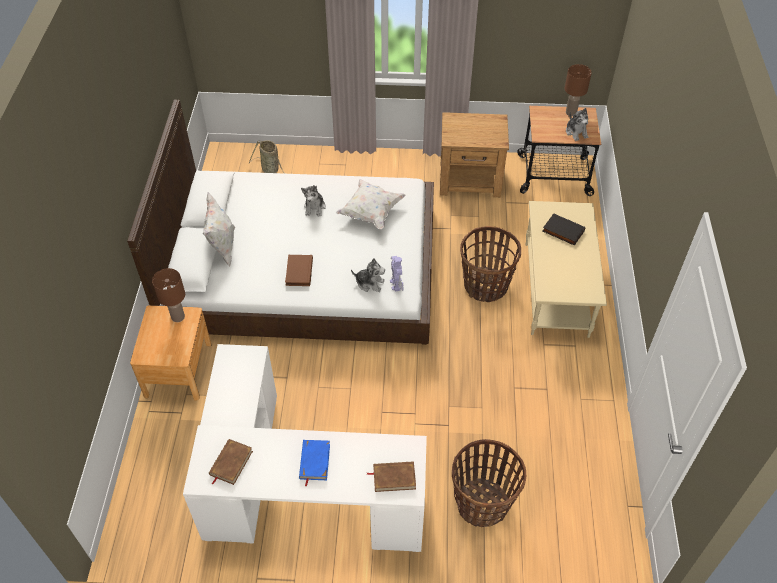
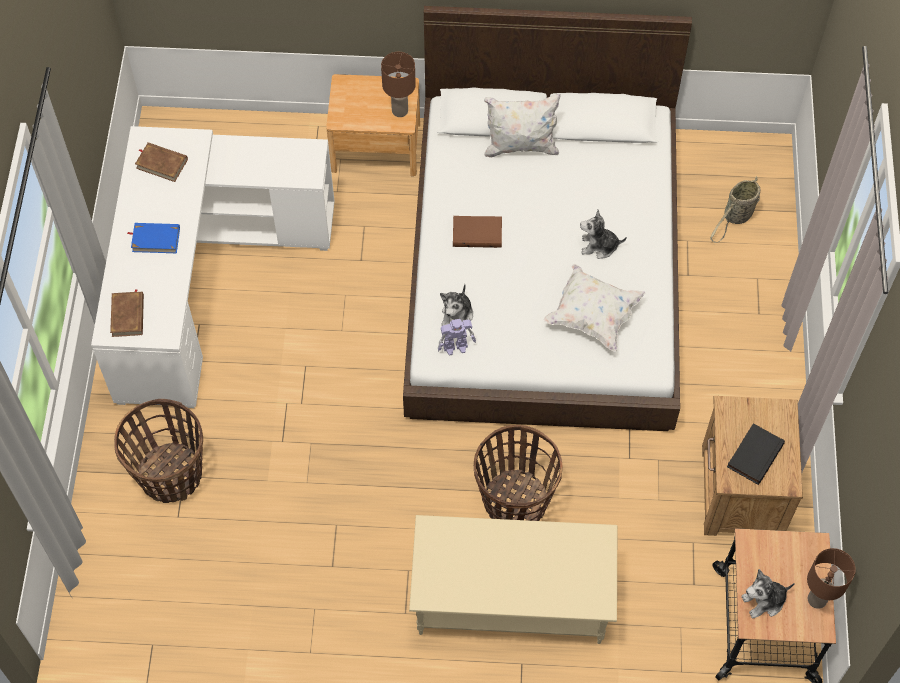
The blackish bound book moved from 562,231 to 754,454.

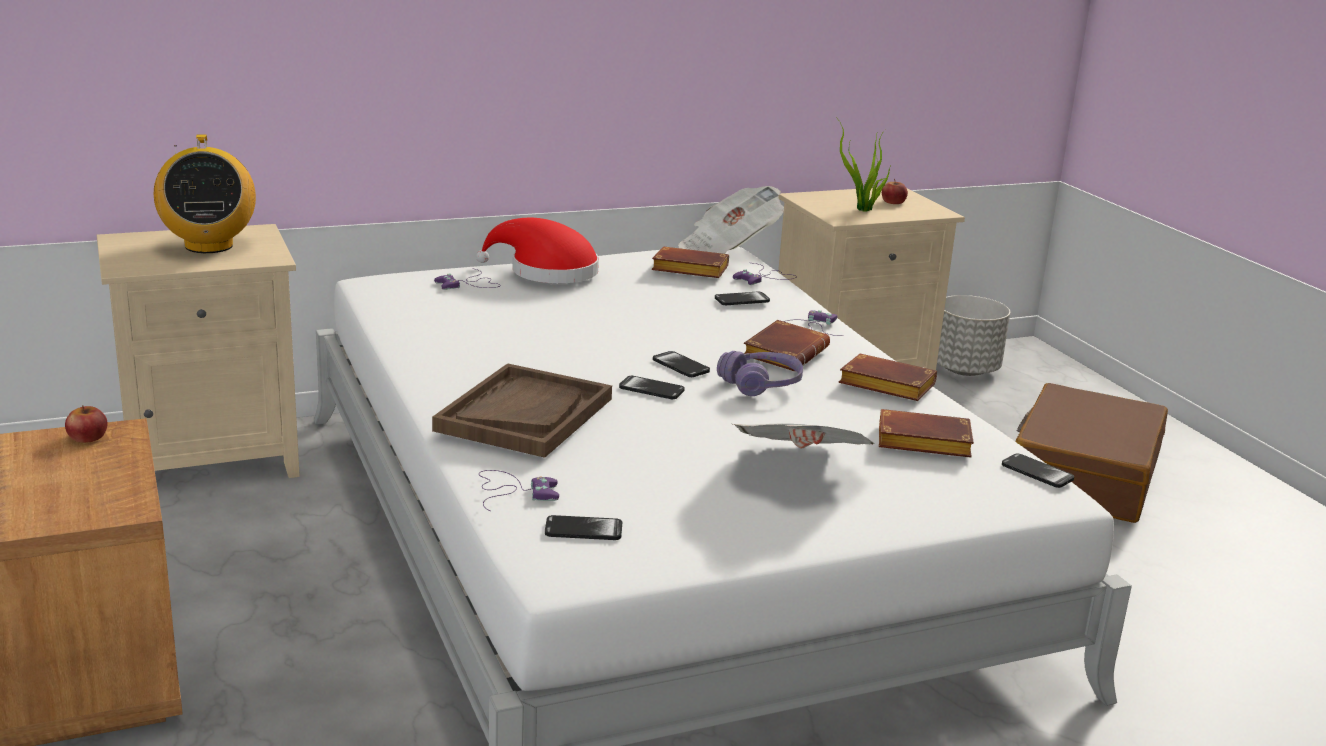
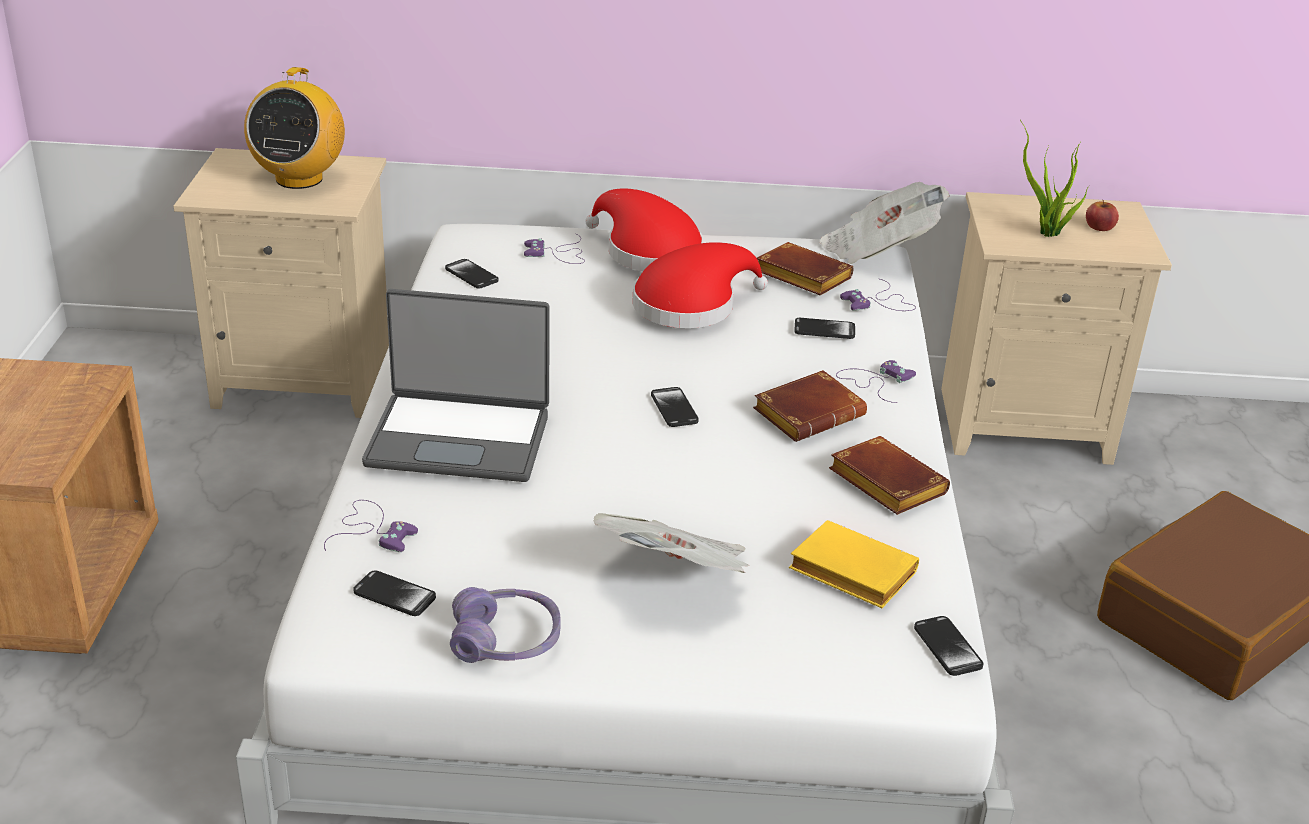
The apple fruit at 87,437 disappeared.
The brown carrying tray at 524,414 was replaced by the portable computer at 459,438.
The handset moved from 651,389 to 471,275.
The purple pair of headphones moved from 761,385 to 506,640.
The brown bound book at 920,443 became the yellow-coloured bound book at 848,573.
The greyish flower pot at 965,370 disappeared.
The reddish hat at 691,305 appeared.

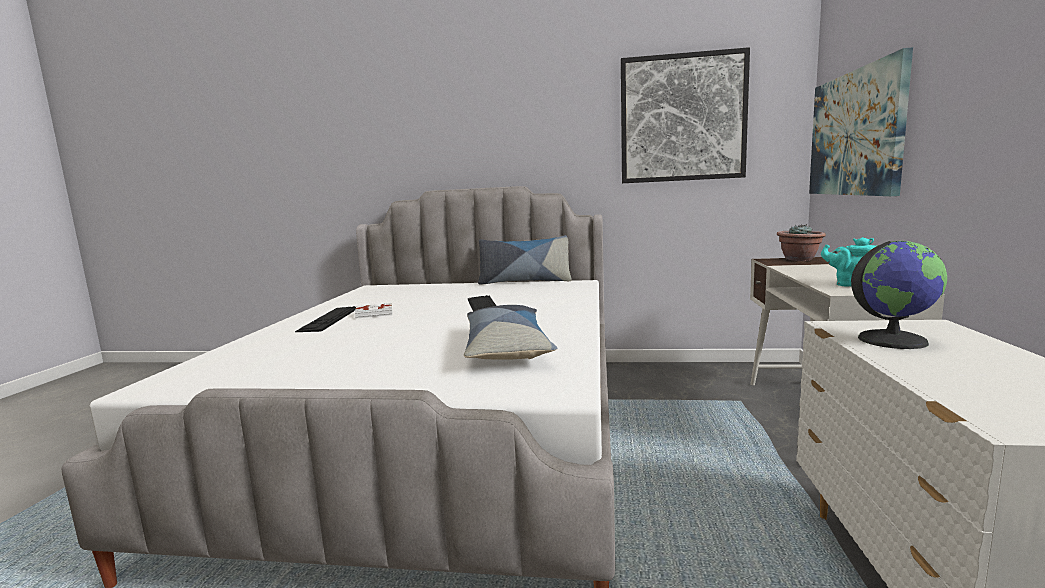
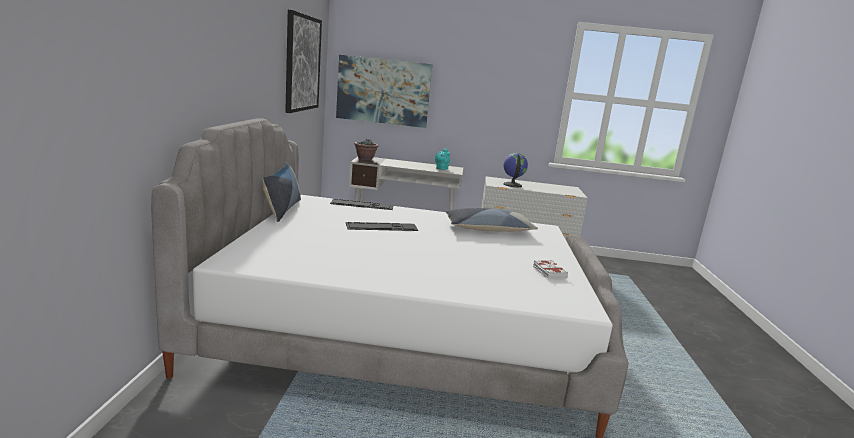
The computer keyboard moved from 329,319 to 362,205.
The whitish bound book moved from 374,314 to 549,272.

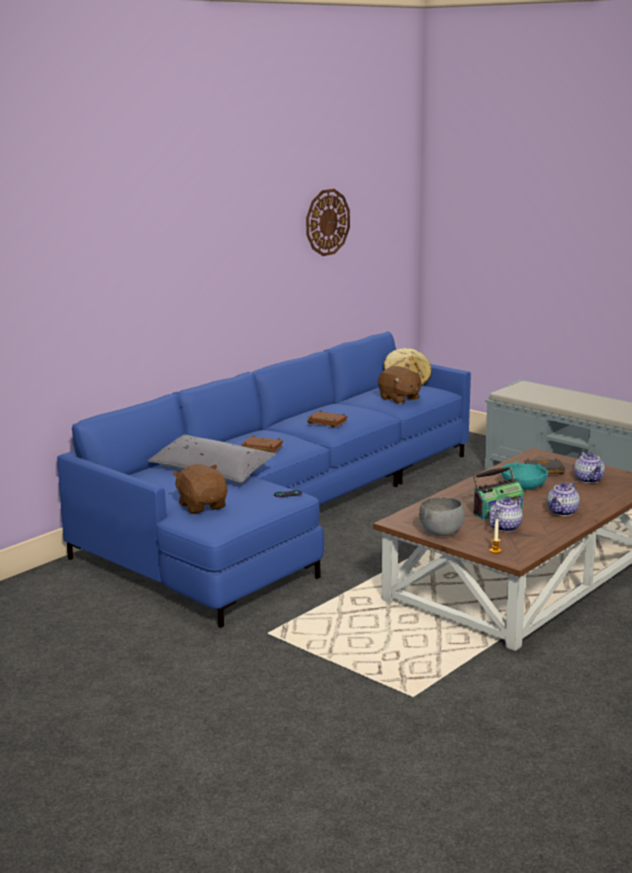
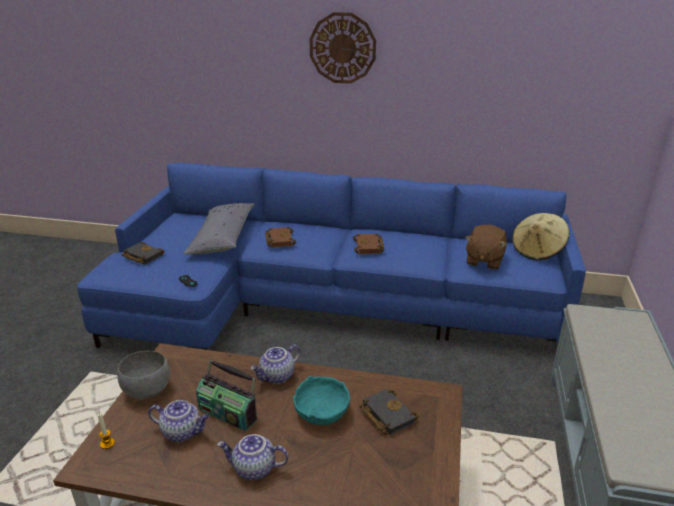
The brown cuddly toy at 202,506 was replaced by the blackish bound book at 141,256.
The clock on the wall moved from 327,222 to 342,48.
The tea pot moved from 589,480 to 277,377.

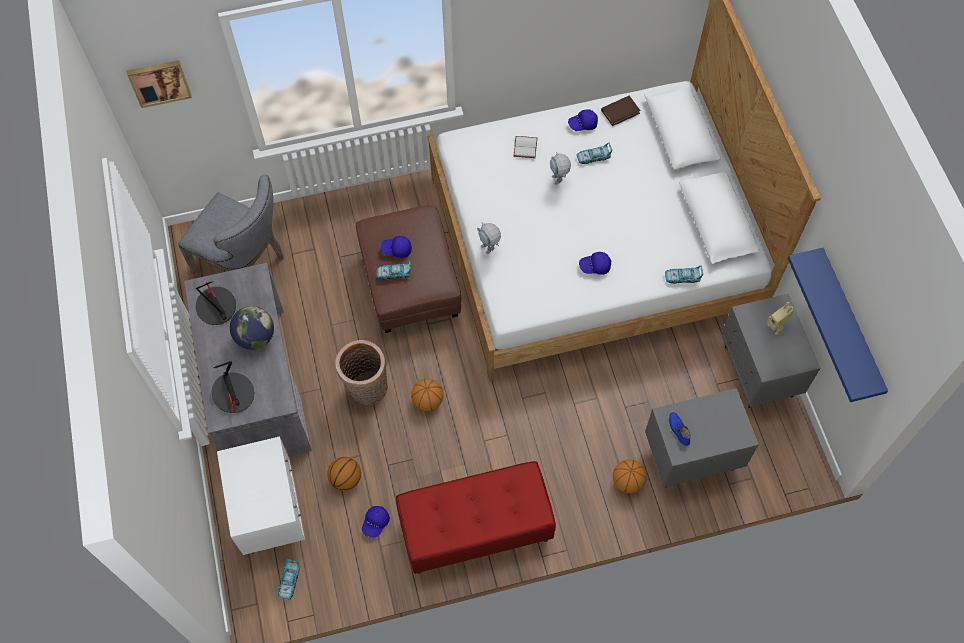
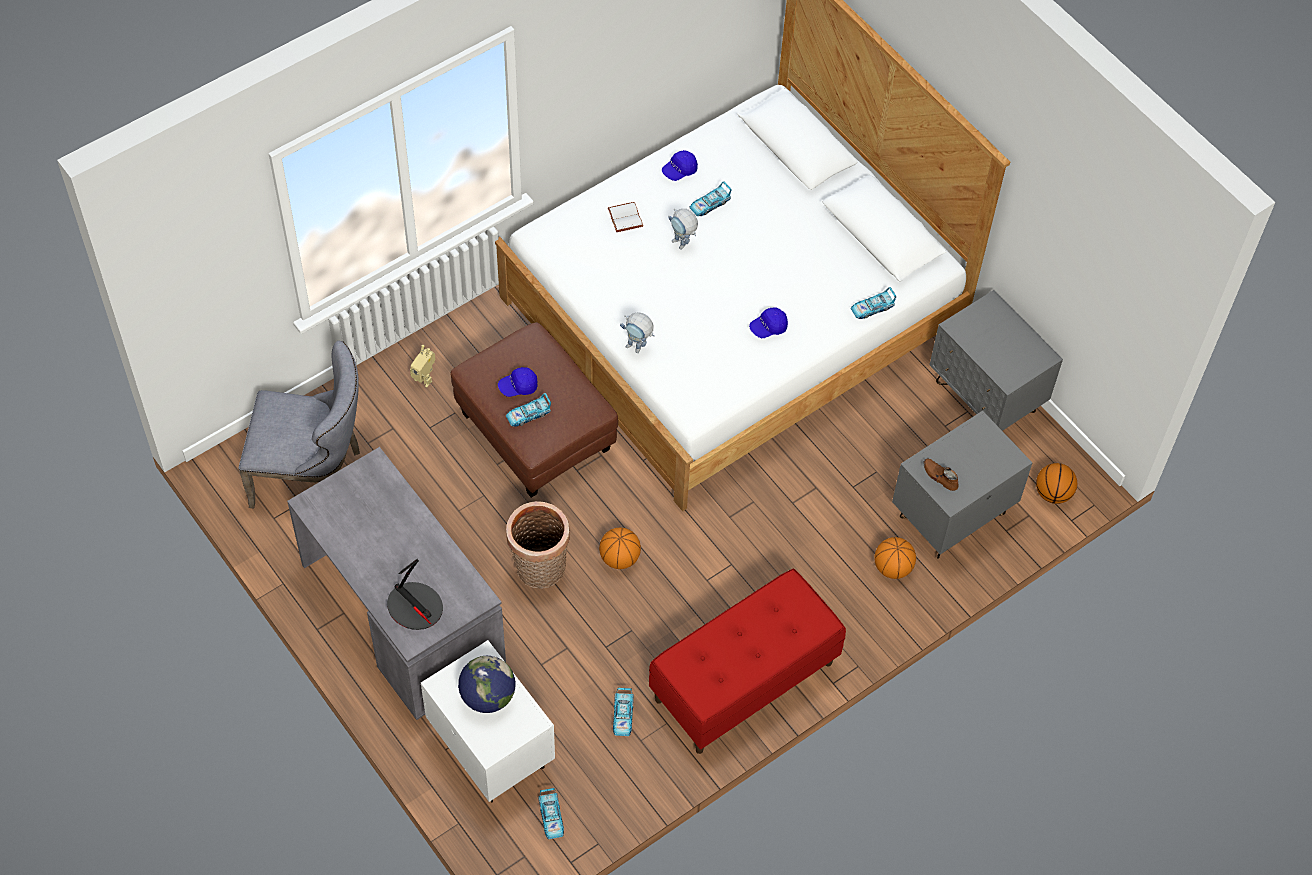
The picture at 159,82 disappeared.
The tabletop lamp at 216,306 disappeared.
The globe moved from 255,337 to 488,696.
The ball for basketball moved from 345,479 to 1052,493.
The blue-coloured baseball cap at 375,523 was replaced by the model car at 623,716.
The brown bound book at 620,112 disappeared.
The blue-coloured shoe at 678,430 became the brown shoe at 939,476.
The model robot moved from 776,326 to 425,378.
The blue-coloured bracket shelf at 849,325 disappeared.

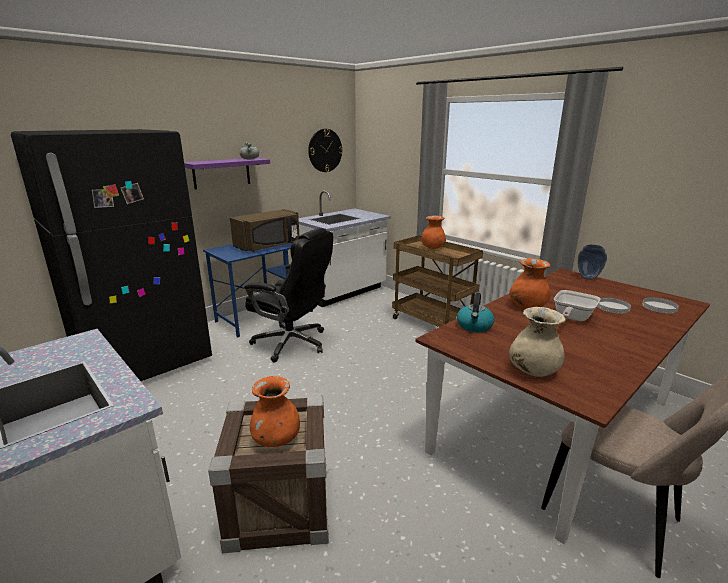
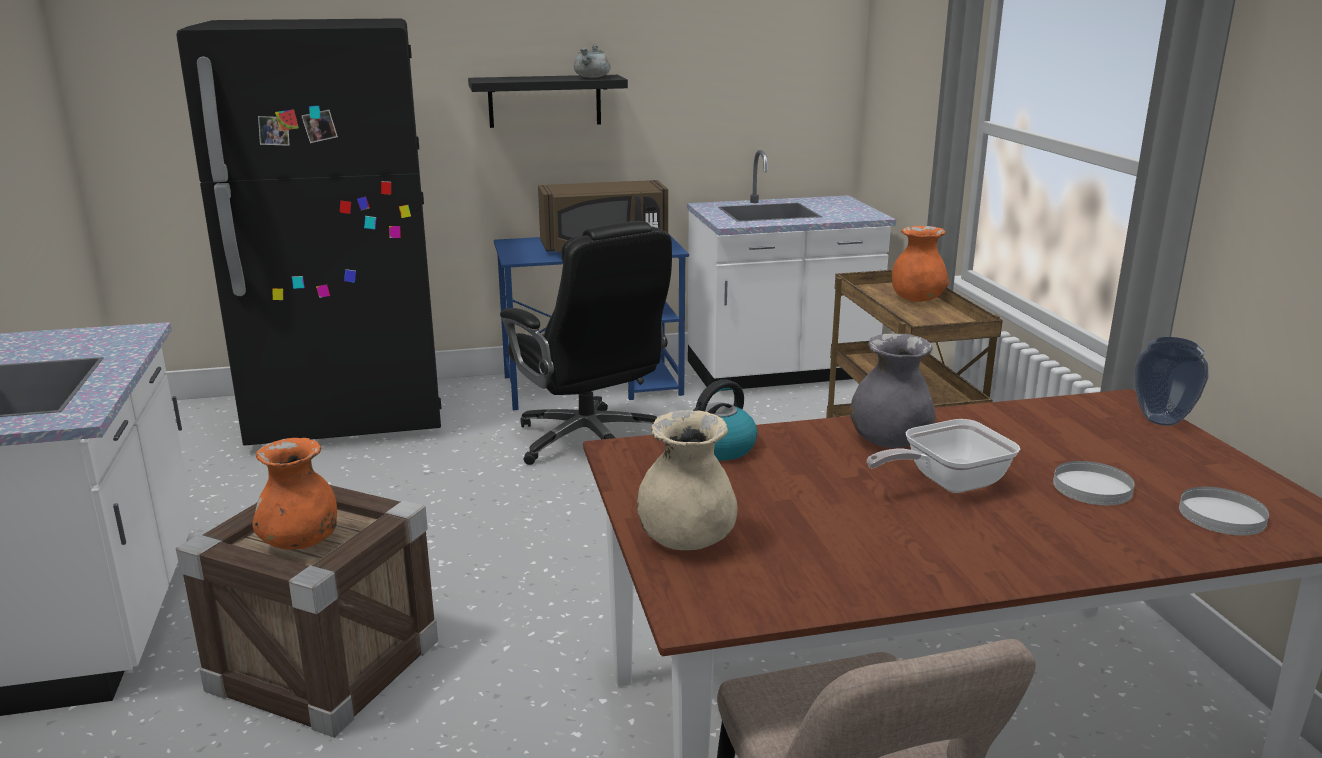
The purple bracket shelf at 221,173 became the blackish bracket shelf at 545,101.
The clock on the wall at 325,150 disappeared.
The orangey flower vase at 527,307 became the greyish flower vase at 889,442.

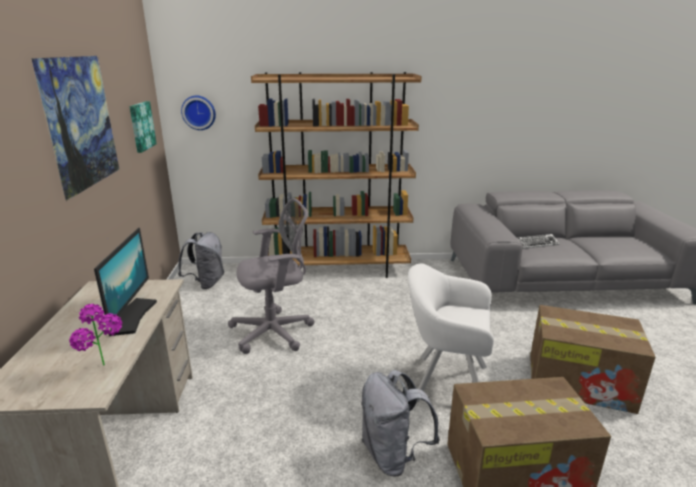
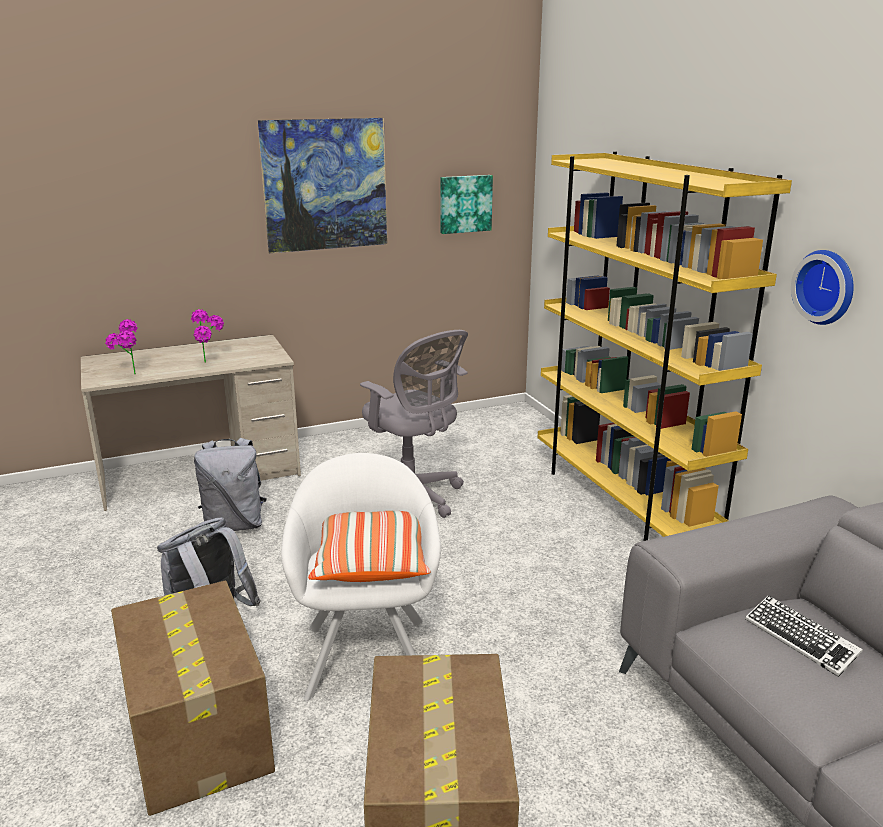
The computer screen at 131,317 was replaced by the houseplant at 211,363.
The greyish knapsack moved from 206,283 to 235,525.
The clock on the wall moved from 199,112 to 827,286.
The brown bookcase at 338,270 became the yellow-coloured bookcase at 623,503.
The pillow at 371,562 appeared.

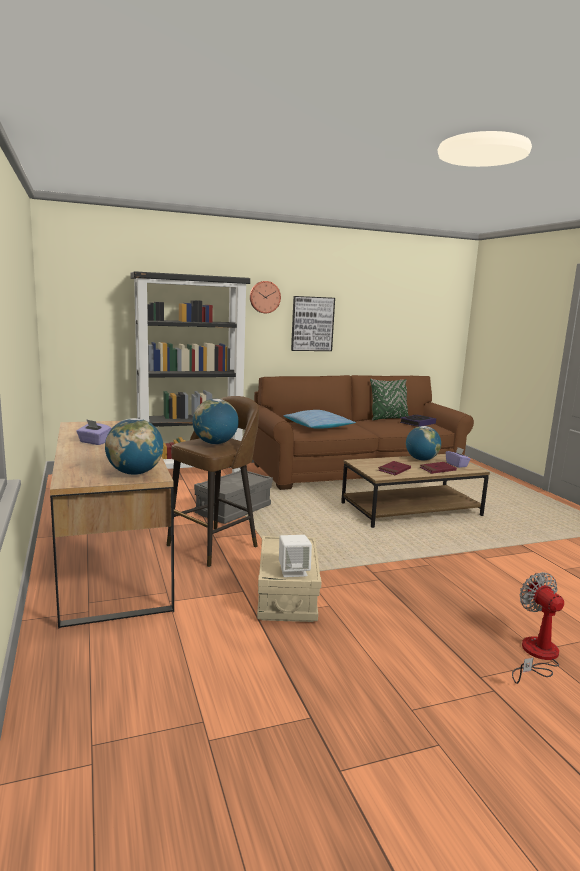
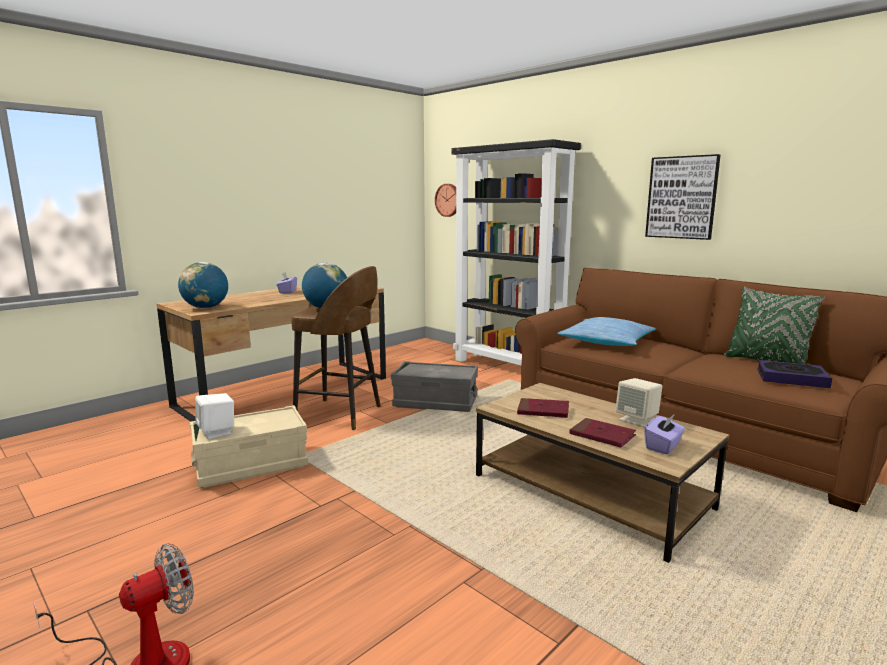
The clock on the wall moved from 264,297 to 448,200.
The globe at 421,459 was replaced by the beige-coloured loudspeaker at 637,420.

